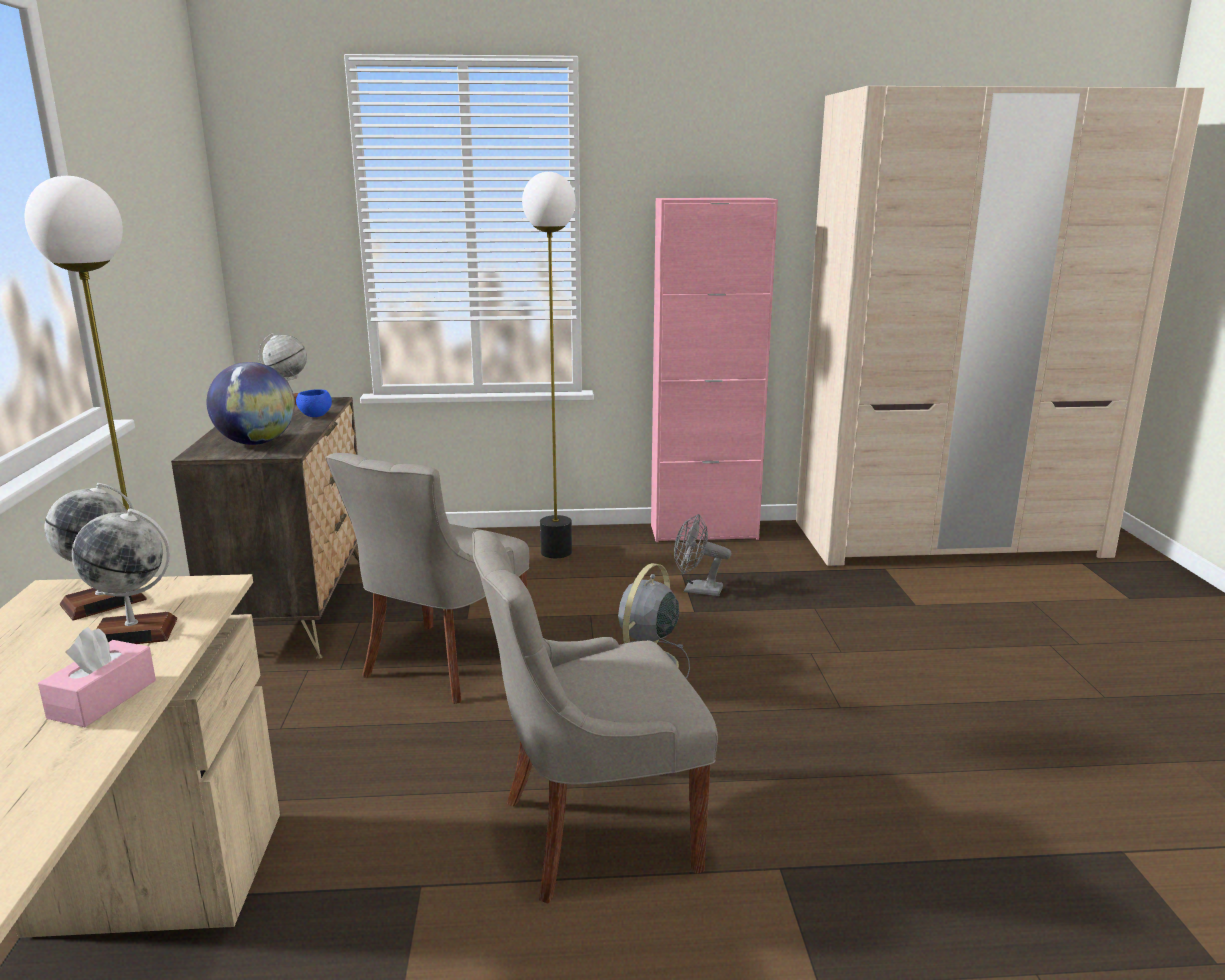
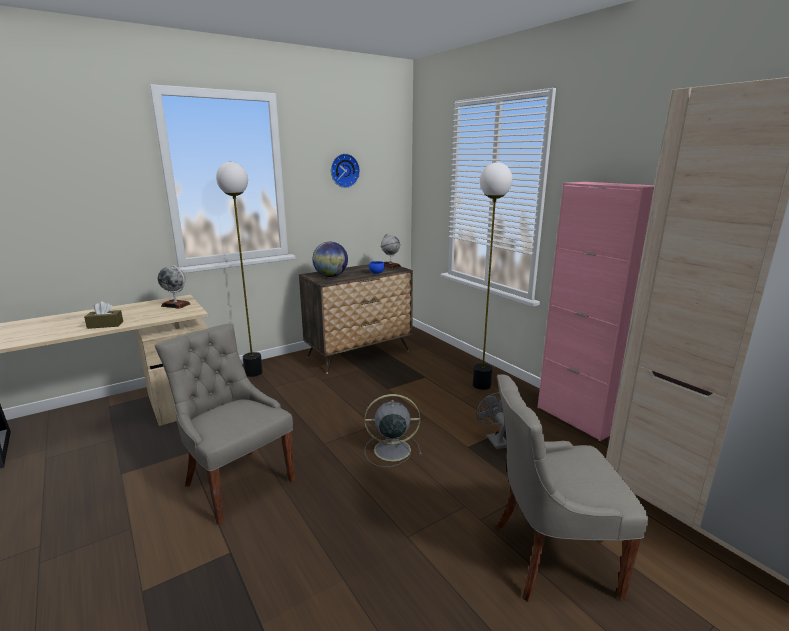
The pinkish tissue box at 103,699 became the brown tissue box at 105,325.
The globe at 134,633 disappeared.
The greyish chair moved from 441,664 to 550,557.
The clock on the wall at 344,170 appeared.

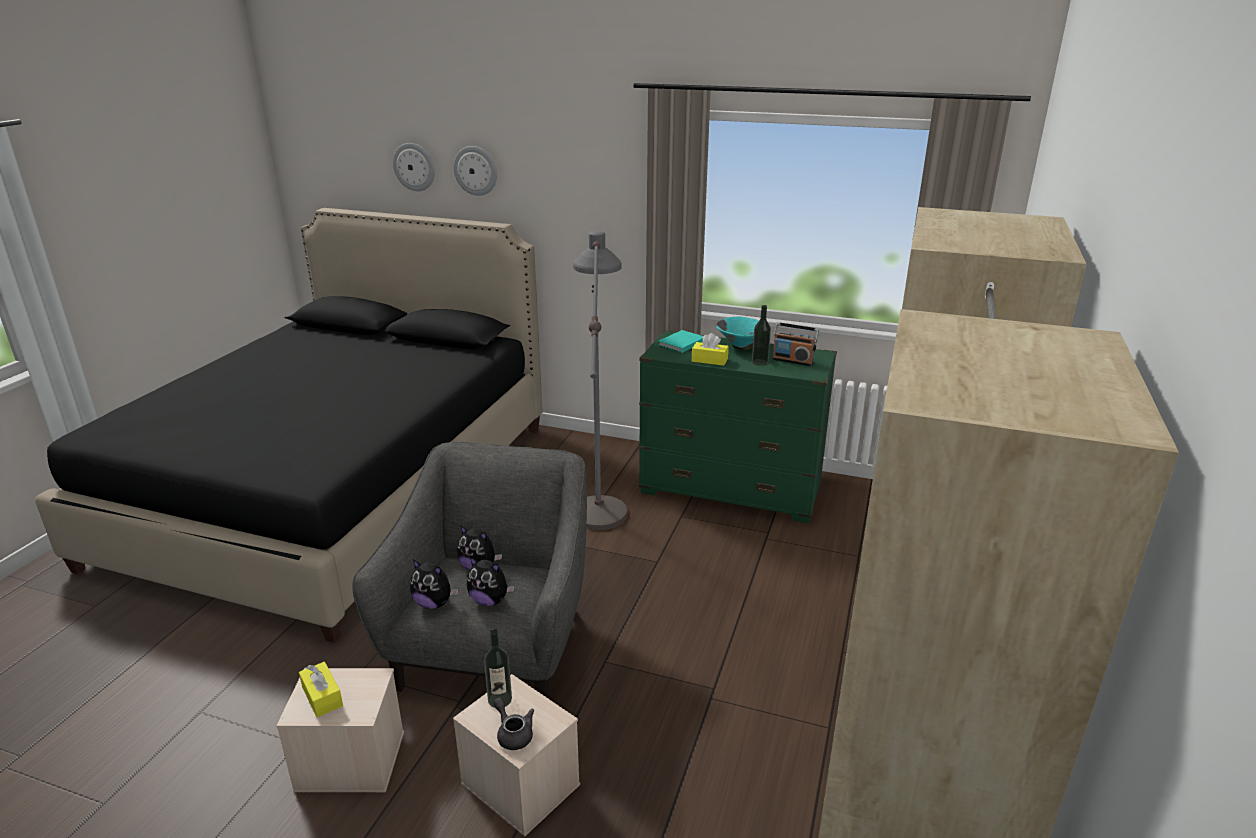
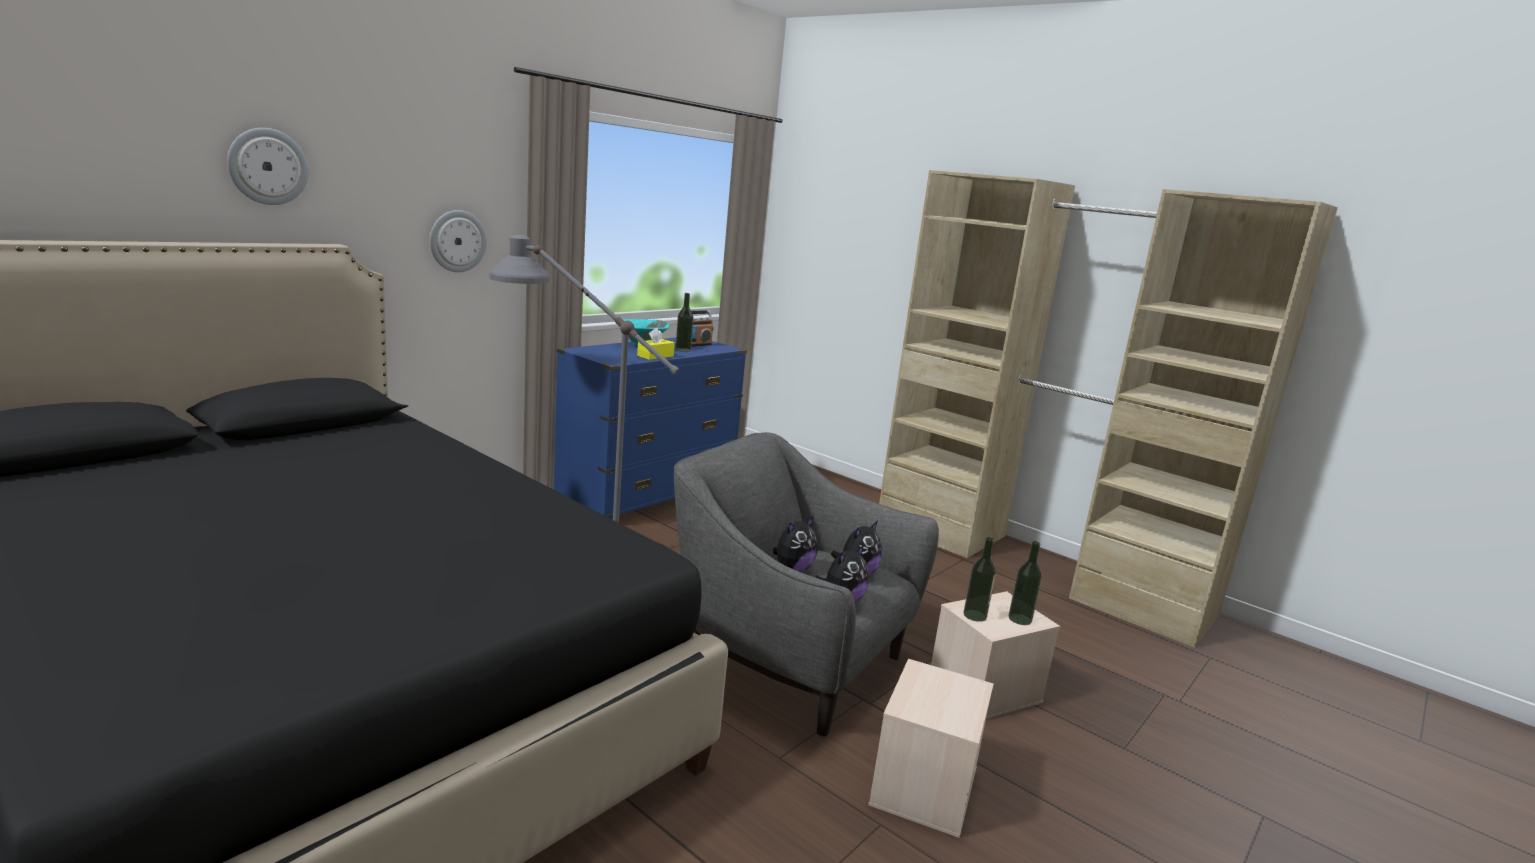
The yellow-coloured tissue box at 322,696 disappeared.
The clock on the wall moved from 414,167 to 457,241.
The greyish tea pot at 513,734 was replaced by the beverage bottle at 1020,619.
The greenish drawer chest at 730,490 became the blue-coloured drawer chest at 647,495.
The turquoise bound book at 680,343 disappeared.

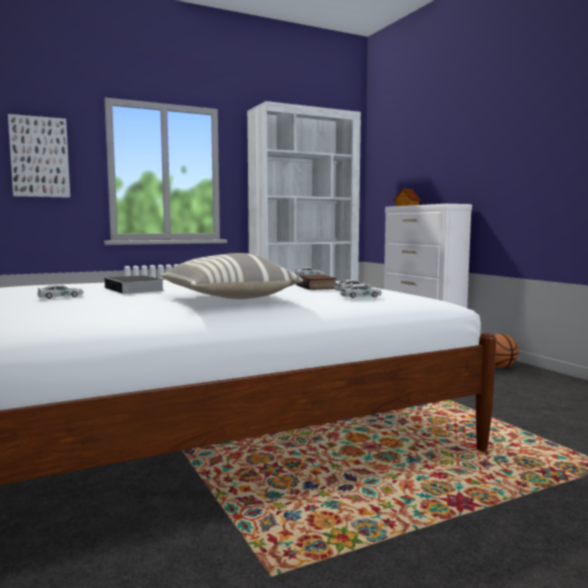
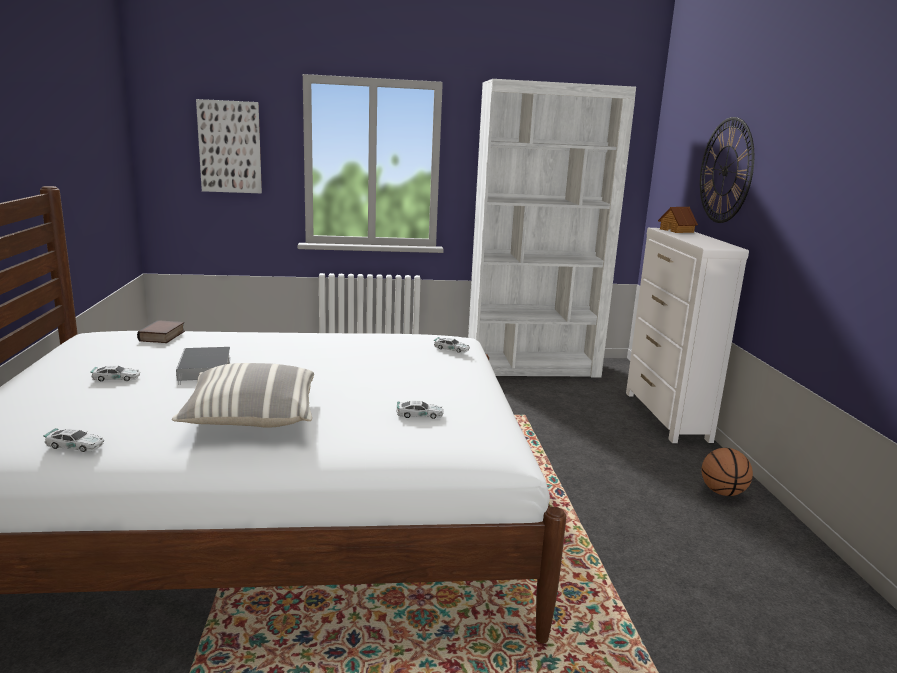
The bound book moved from 317,287 to 163,336.
The model car moved from 360,296 to 75,446.
The clock on the wall at 725,170 appeared.

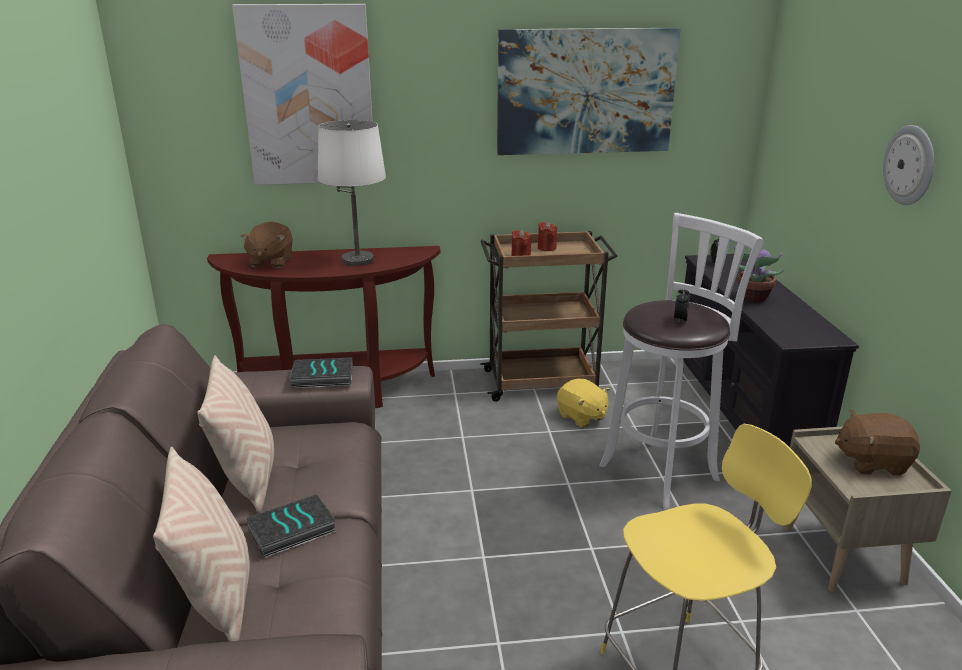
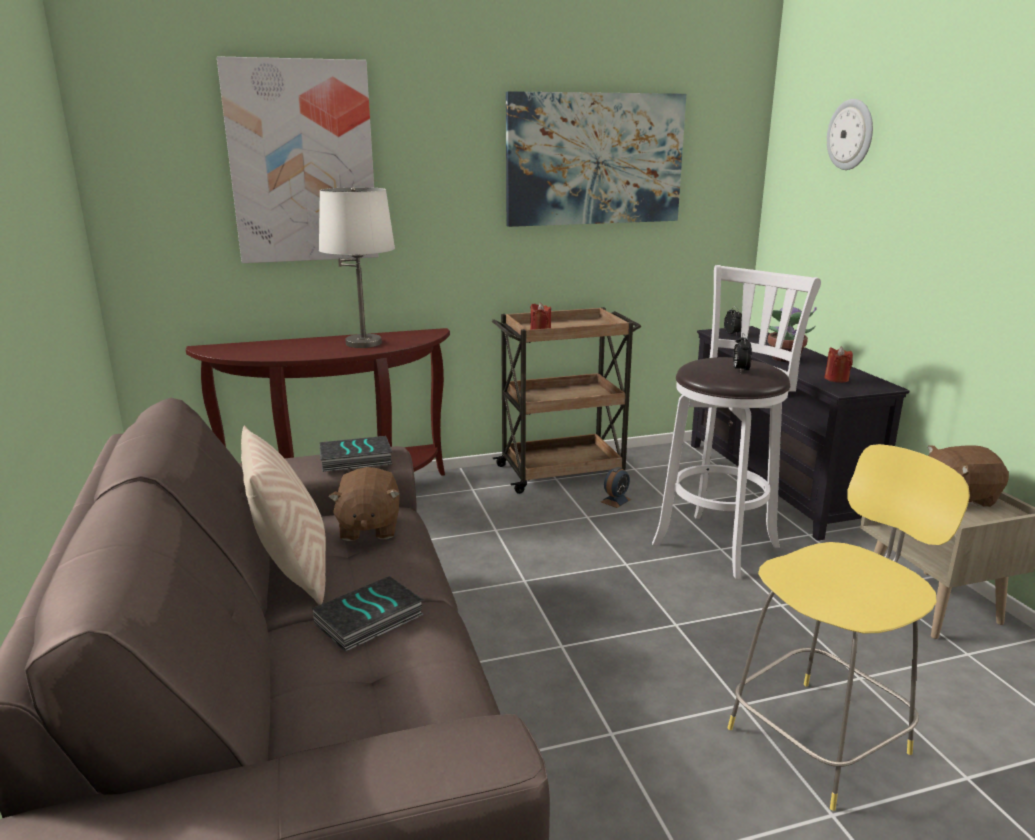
The beige-coloured pillow at 217,596 disappeared.
The brown cuddly toy moved from 270,262 to 368,528.
The reddish wax light moved from 547,248 to 836,379.
The yellow-coloured cuddly toy at 581,417 was replaced by the table clock at 615,500.
The clock on the wall moved from 910,165 to 851,134.

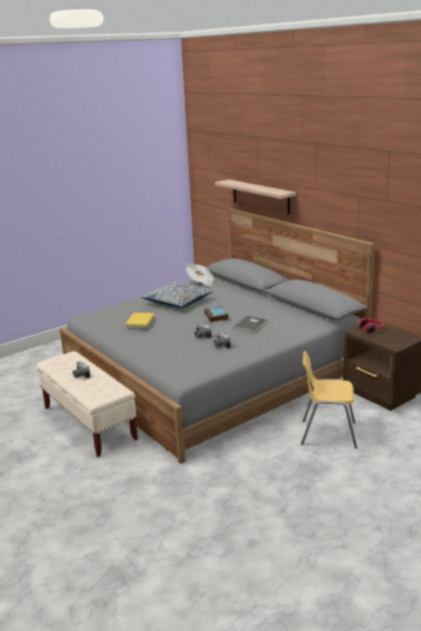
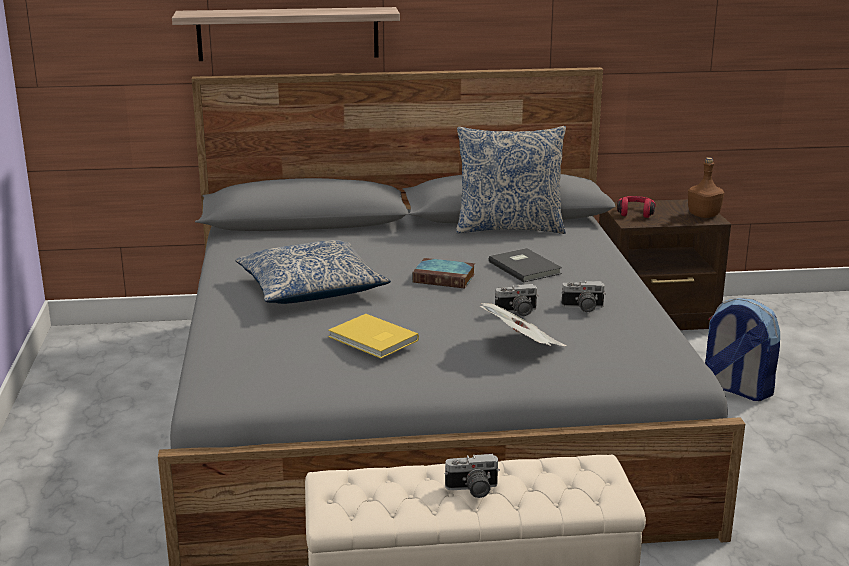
The printed paper moved from 201,282 to 522,346.
The yellow-coloured chair at 328,433 was replaced by the knapsack at 735,389.
The pillow at 509,228 appeared.
The brown beverage bottle at 704,215 appeared.

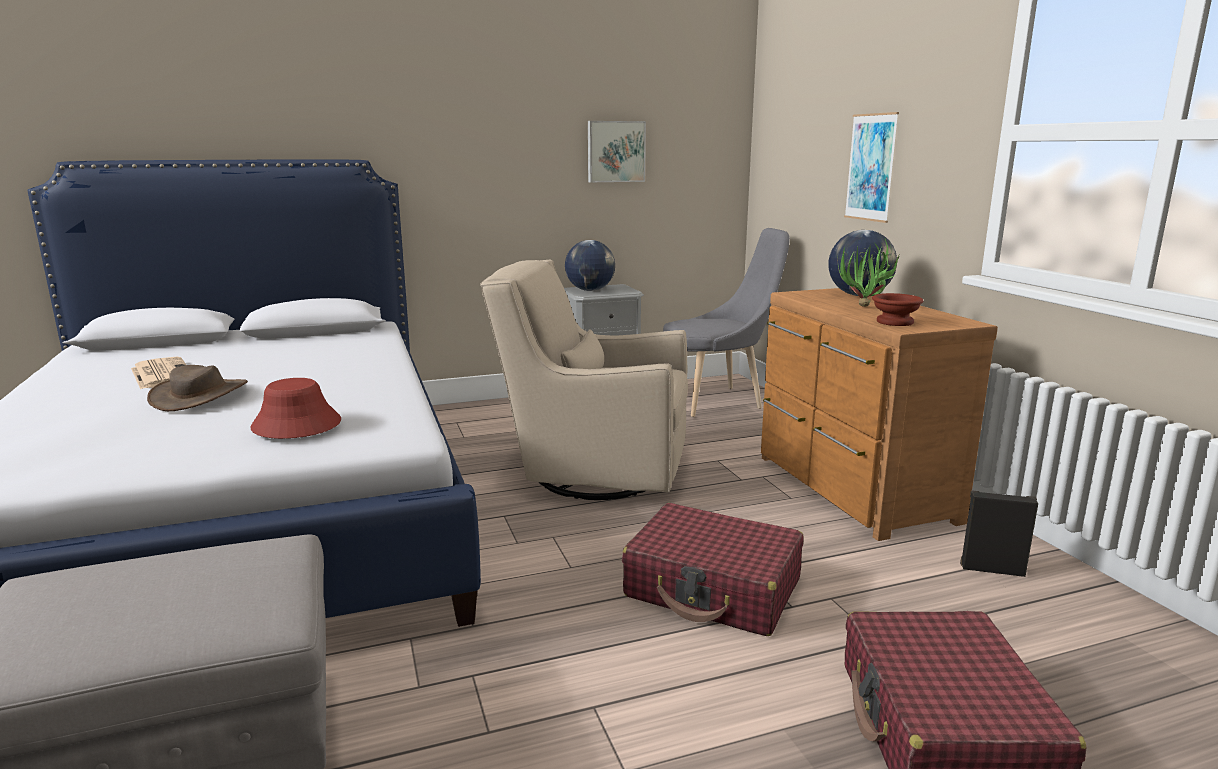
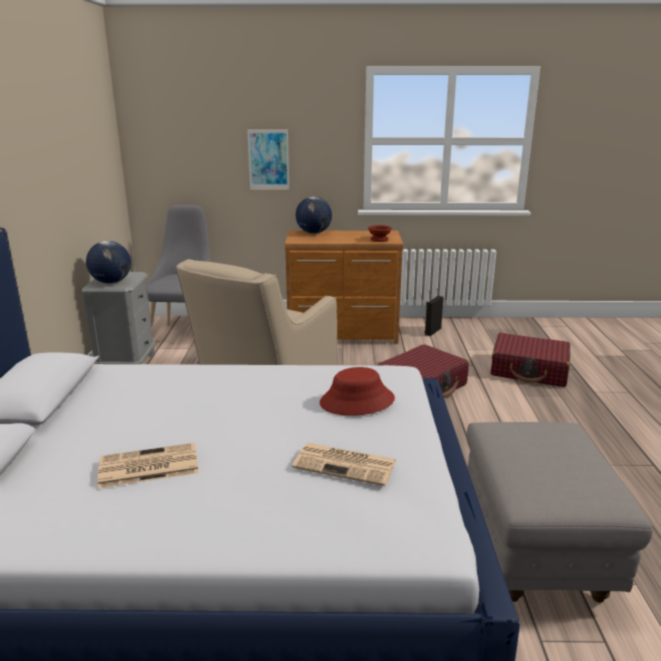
The brown hat at 200,395 disappeared.
The picture at 615,151 disappeared.
The houseplant at 865,308 disappeared.
The printed paper at 346,464 appeared.

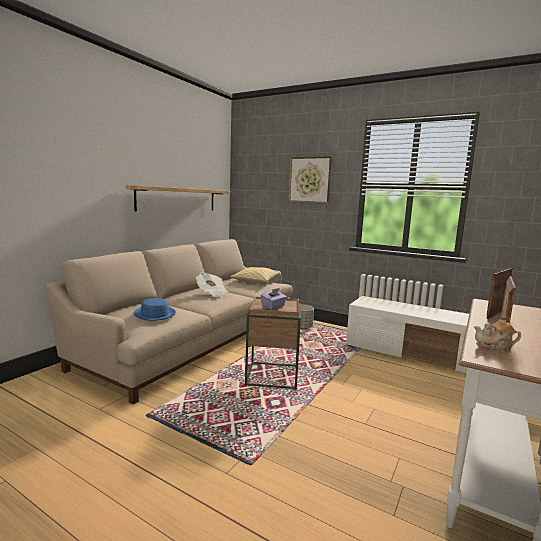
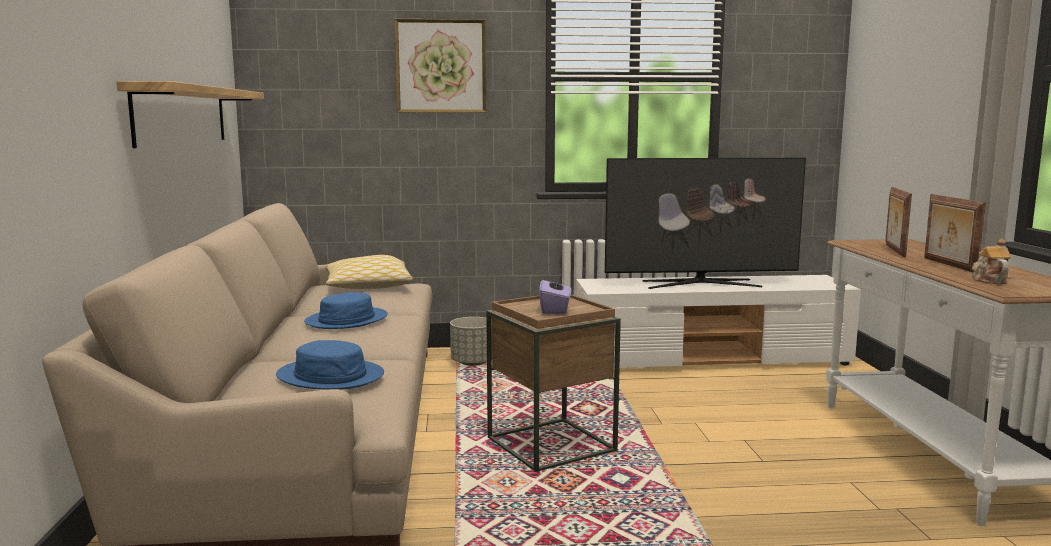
The printed paper at 212,293 was replaced by the blue-coloured hat at 347,320.
The tea pot at 494,347 turned 120 degrees clockwise.
The TV set at 700,284 appeared.

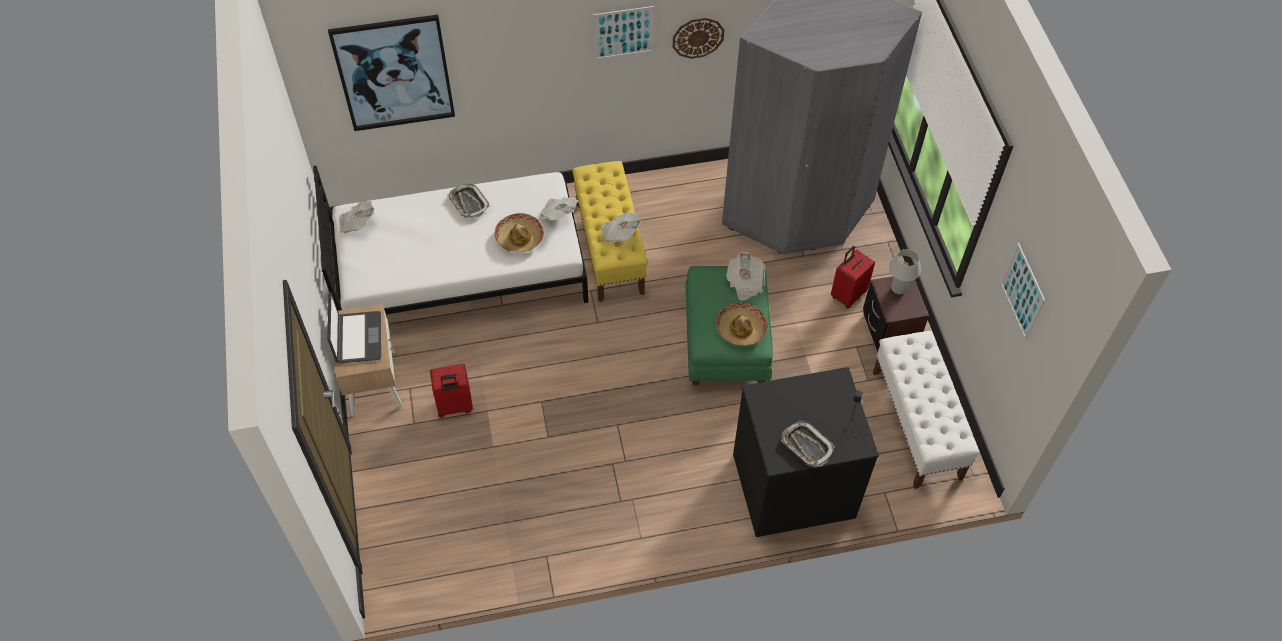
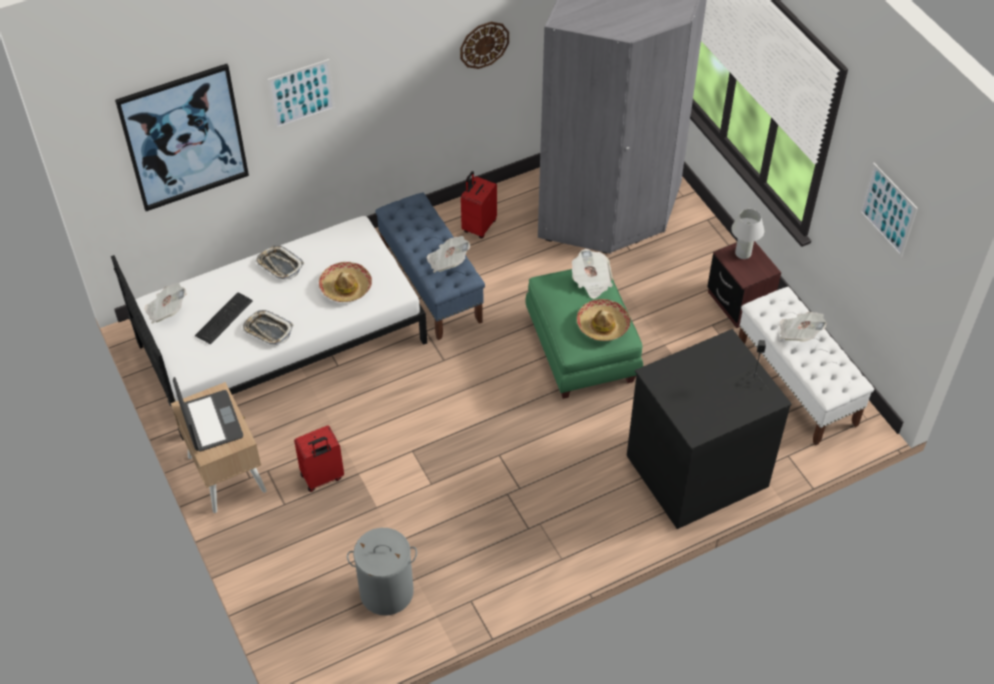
The printed paper moved from 558,214 to 799,333.
The yellow-coloured indoor bench at 609,248 became the blue-coloured indoor bench at 430,285.
The picture moved from 623,33 to 301,93.
The carrying tray moved from 806,446 to 268,330.
The reddish piece of luggage moved from 847,294 to 478,226.
The computer keyboard at 222,318 appeared.
The greyish hamper at 386,592 appeared.

